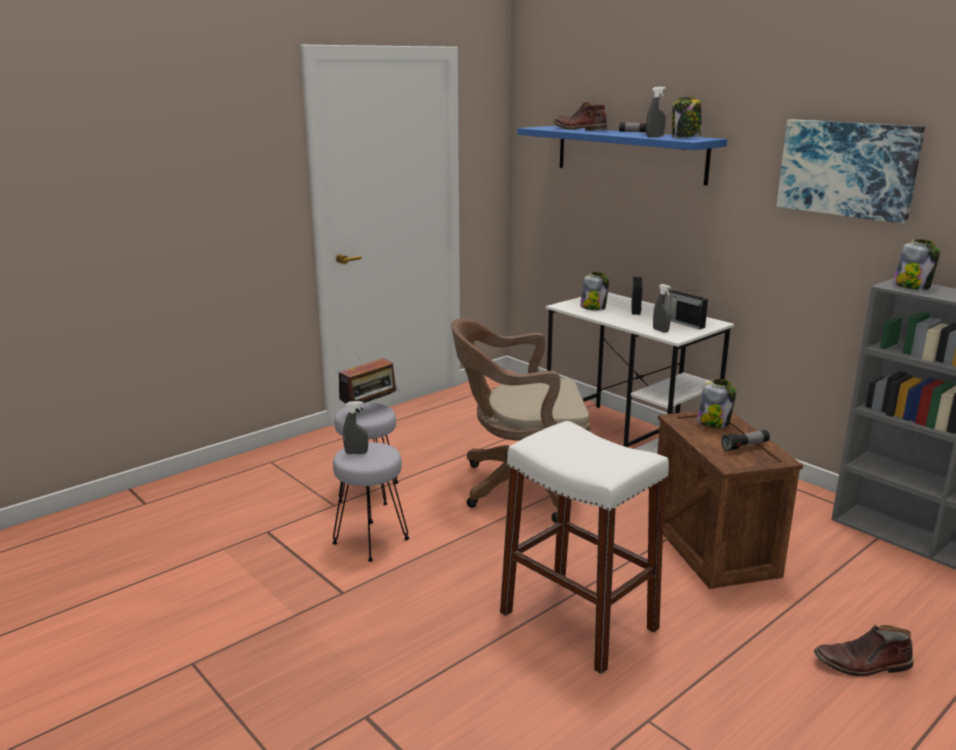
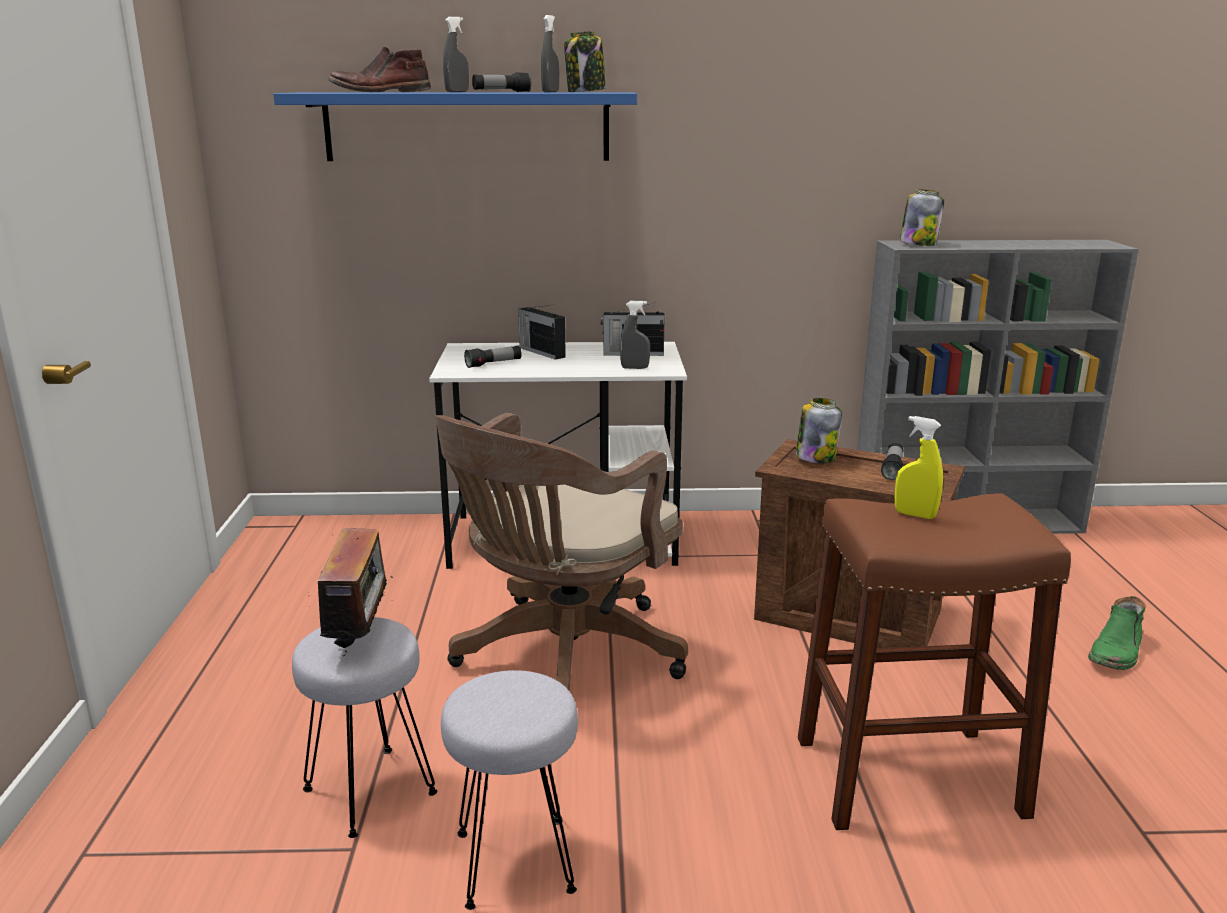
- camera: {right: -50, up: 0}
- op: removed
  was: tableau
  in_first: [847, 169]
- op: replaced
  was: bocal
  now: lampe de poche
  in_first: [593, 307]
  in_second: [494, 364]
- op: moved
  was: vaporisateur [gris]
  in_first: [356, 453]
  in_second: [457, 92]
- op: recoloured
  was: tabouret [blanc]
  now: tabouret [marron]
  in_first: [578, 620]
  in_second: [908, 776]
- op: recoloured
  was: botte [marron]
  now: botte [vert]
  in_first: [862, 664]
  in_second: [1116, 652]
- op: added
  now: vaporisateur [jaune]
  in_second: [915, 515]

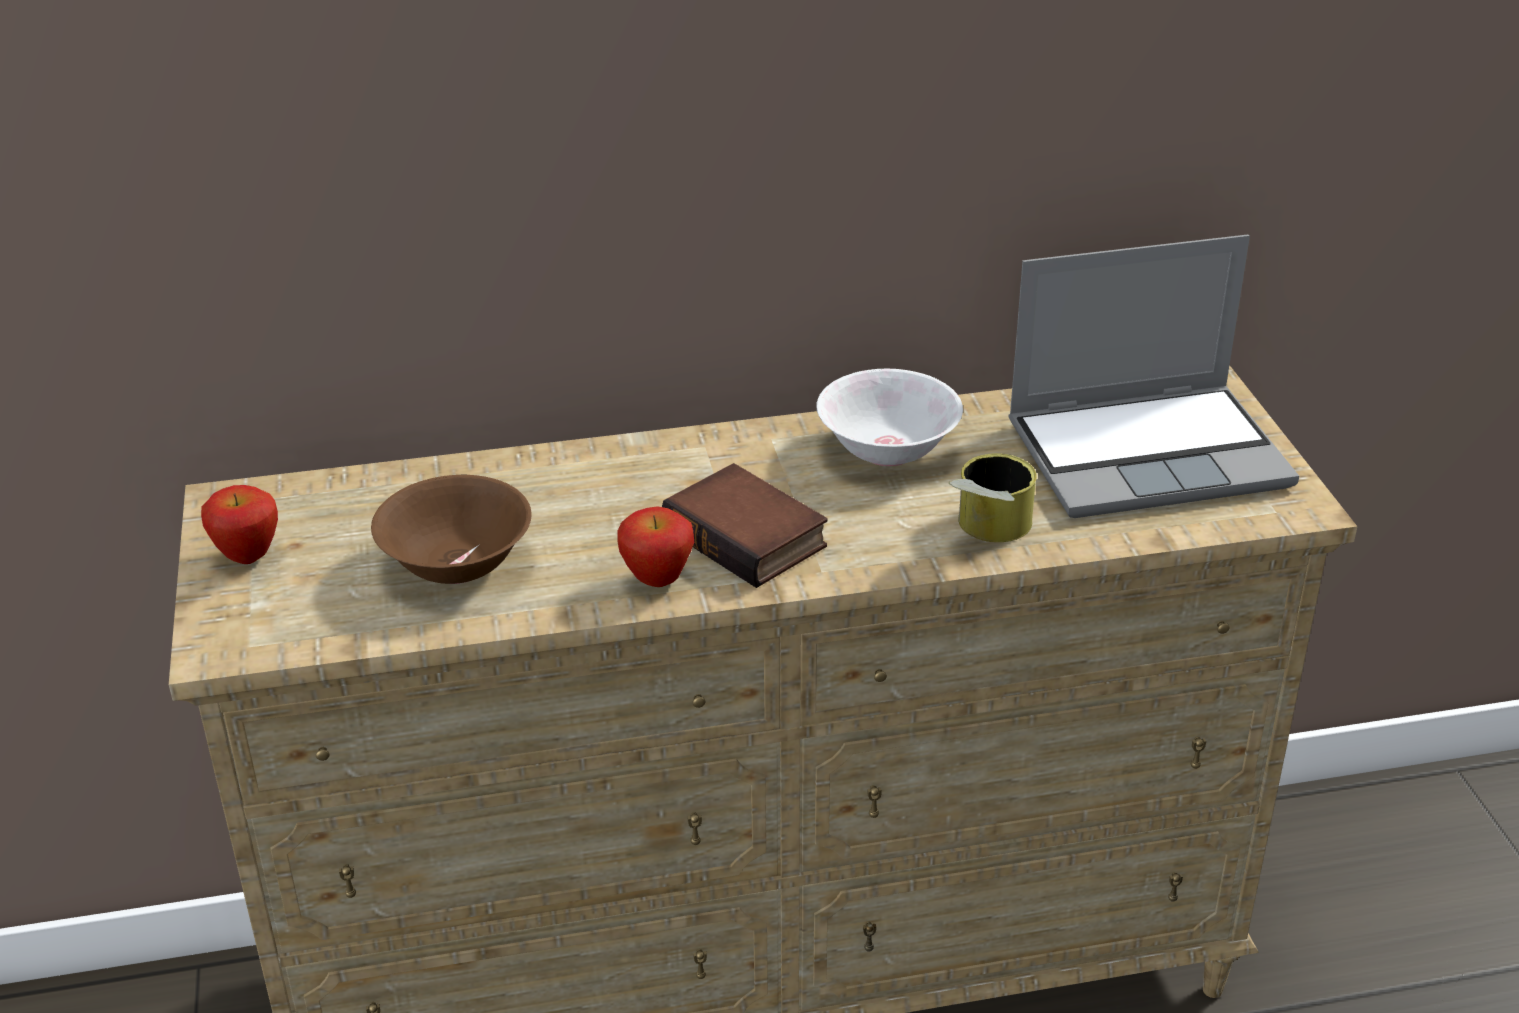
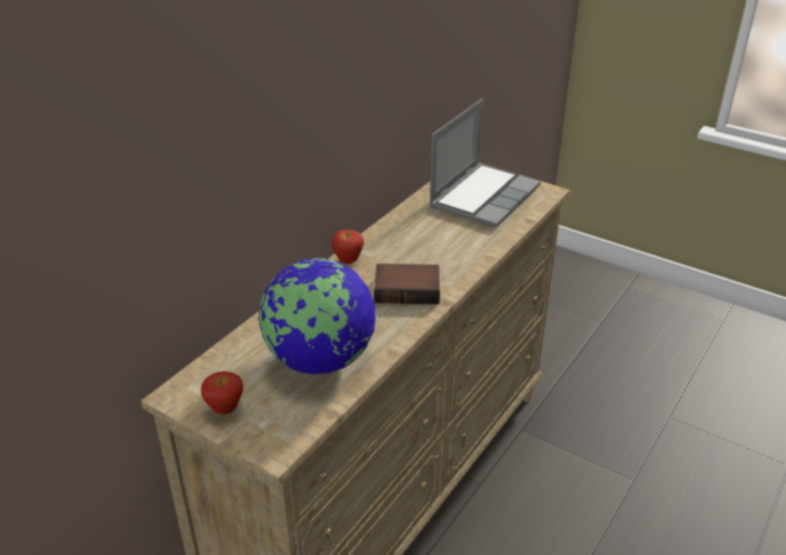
- camera: {right: -45, up: 0}
- op: removed
  was: bol [blanc]
  in_first: [888, 451]
- op: removed
  was: boîte métallique
  in_first: [986, 533]
- op: replaced
  was: bol [marron]
  now: globe
  in_first: [456, 566]
  in_second: [320, 360]
- op: moved
  was: pomme
  in_first: [658, 581]
  in_second: [348, 261]

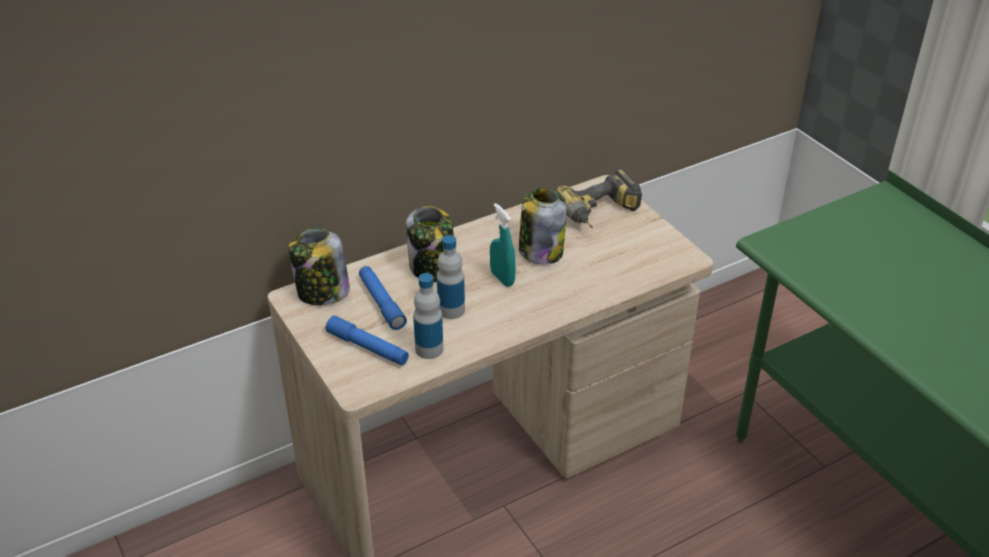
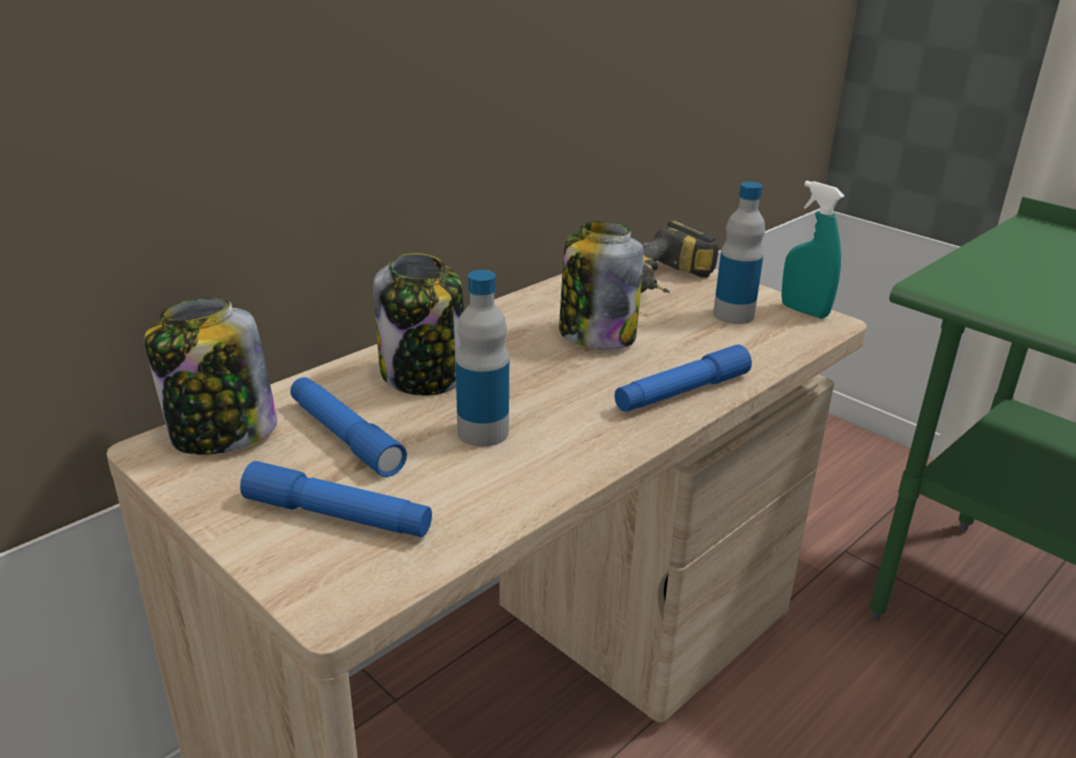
- camera: {right: -15, up: -10}
- op: moved
  was: vaporisateur [turquoise]
  in_first: [502, 278]
  in_second: [804, 311]
- op: moved
  was: bouteille
  in_first: [429, 349]
  in_second: [733, 315]
- op: added
  now: lampe de poche [bleu]
  in_second: [682, 392]

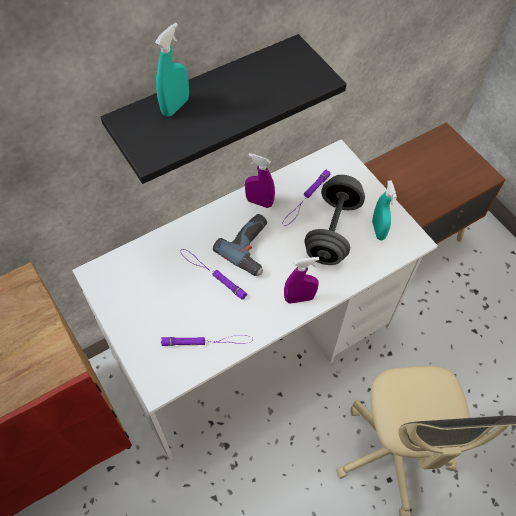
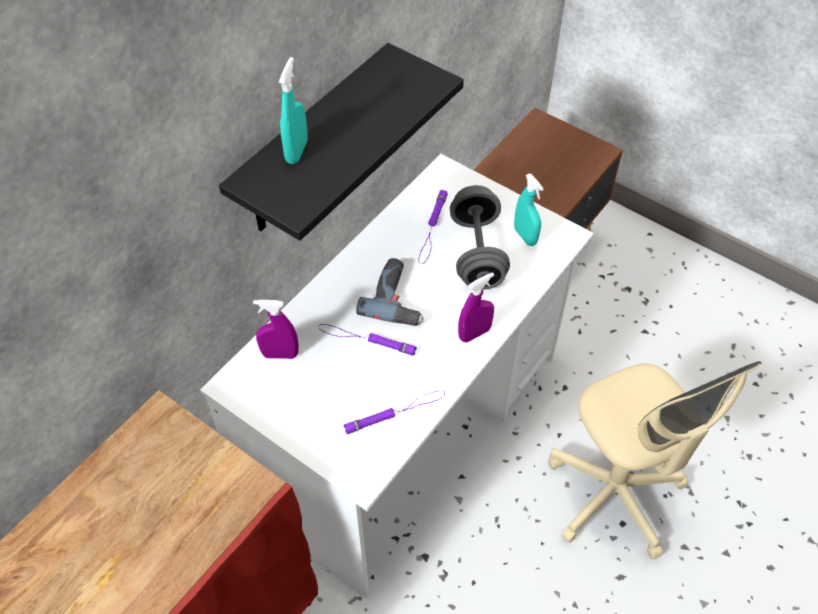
- camera: {right: -20, up: -5}
- op: moved
  was: vaporisateur [violet]
  in_first: [259, 202]
  in_second: [280, 354]

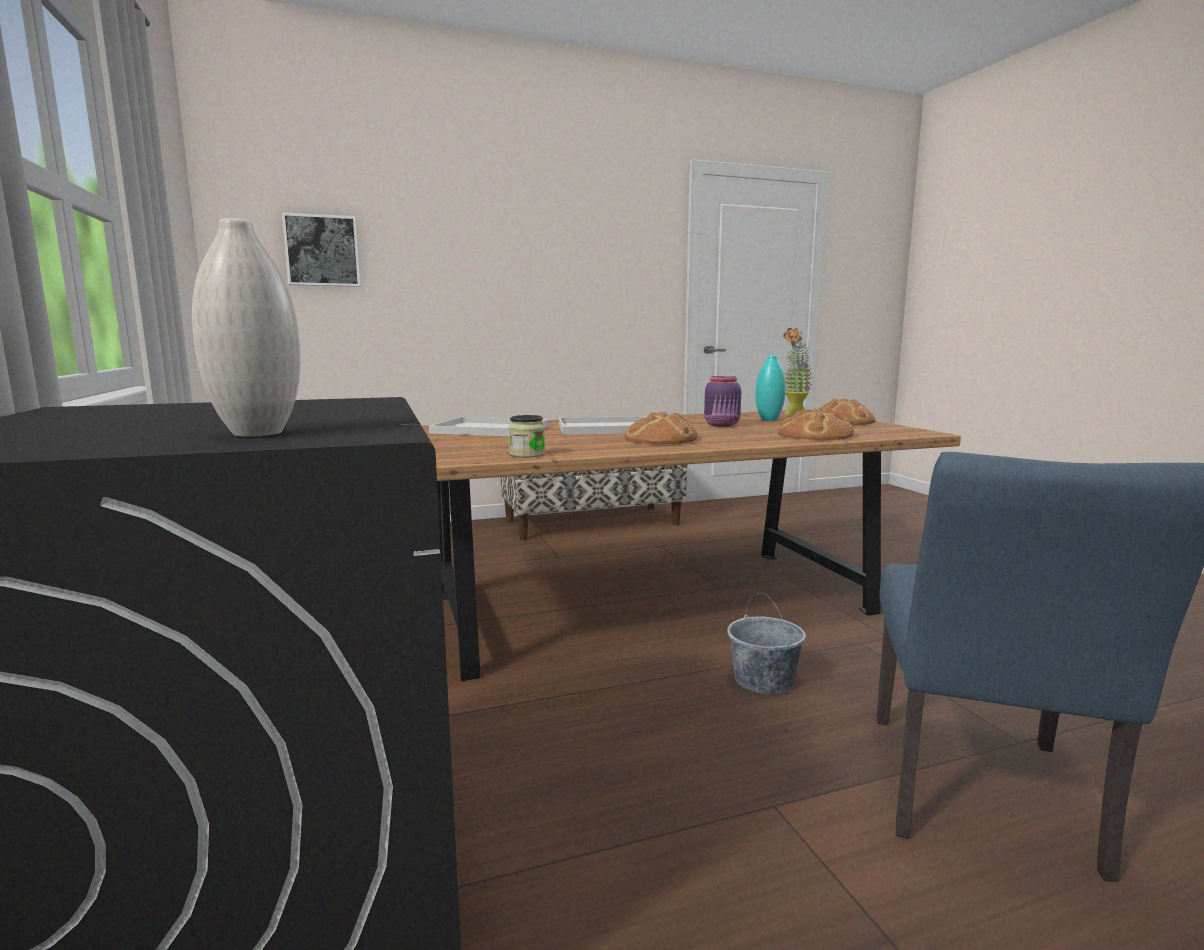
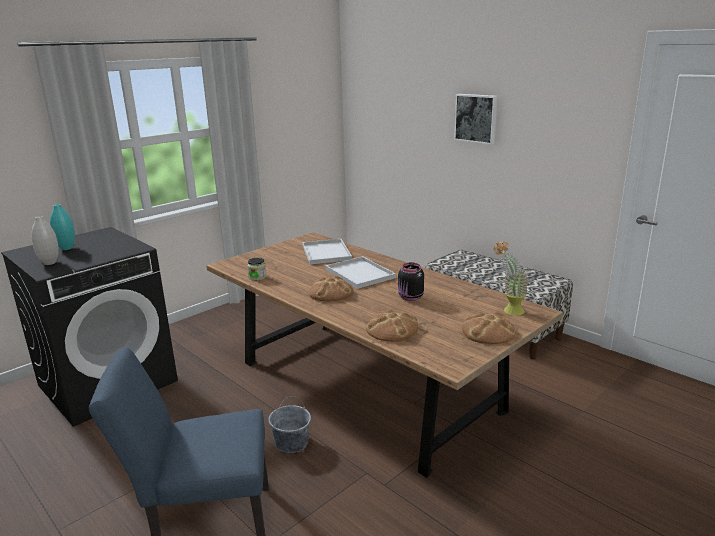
- camera: {right: 65, up: 10}
- op: moved
  was: tableau
  in_first: [322, 251]
  in_second: [476, 118]
- op: moved
  was: vase [turquoise]
  in_first: [769, 420]
  in_second: [66, 248]
- op: recoloured
  was: bocal [violet]
  now: bocal [noir]
  in_first: [722, 425]
  in_second: [410, 298]

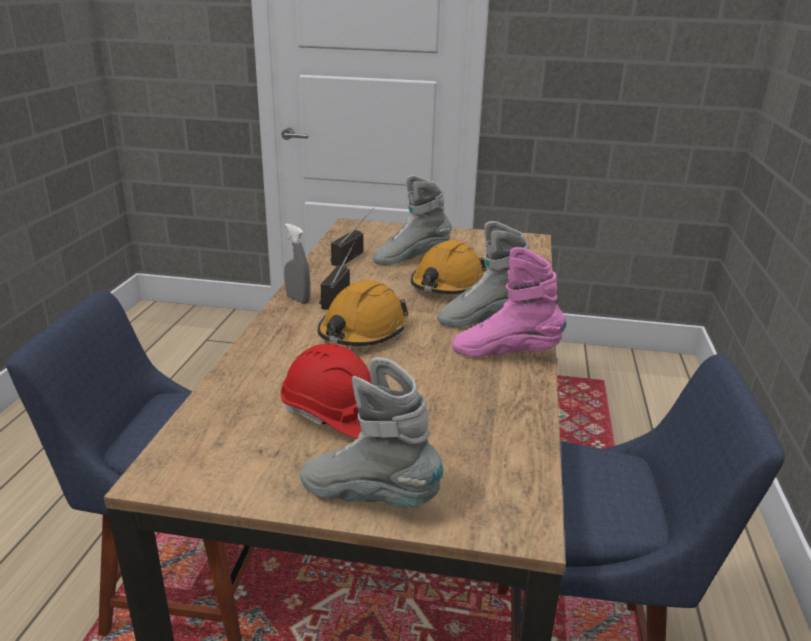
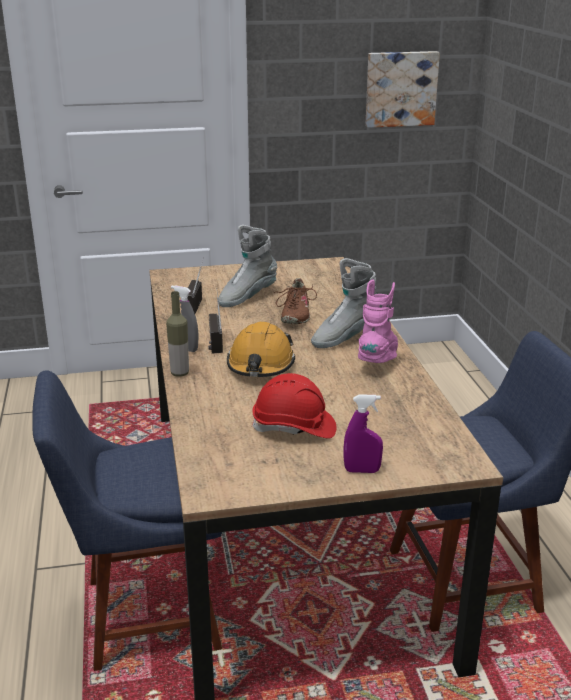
- camera: {right: -20, up: 0}
- op: replaced
  was: casque de chantier [orange]
  now: chaussure [marron]
  in_first: [447, 285]
  in_second: [294, 315]
- op: turned
  was: botte [rose]
  in_first: [505, 353]
  in_second: [379, 360]
  clockwise: 120
- op: replaced
  was: botte [gris]
  now: vaporisateur [violet]
  in_first: [369, 497]
  in_second: [362, 470]
- op: added
  now: tableau
  in_second: [400, 88]
- op: added
  now: bouteille
  in_second: [180, 373]

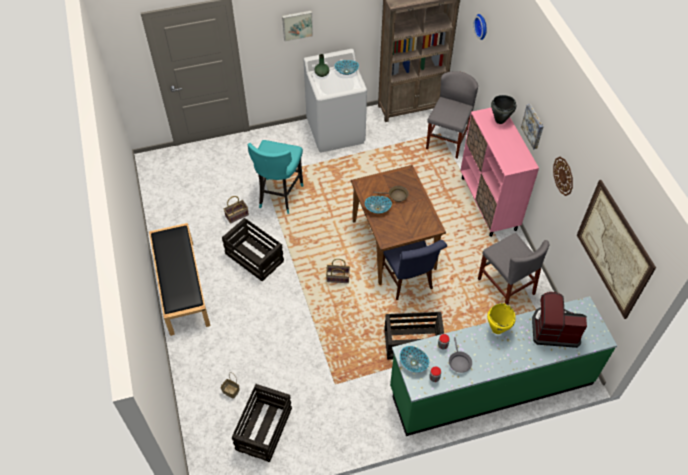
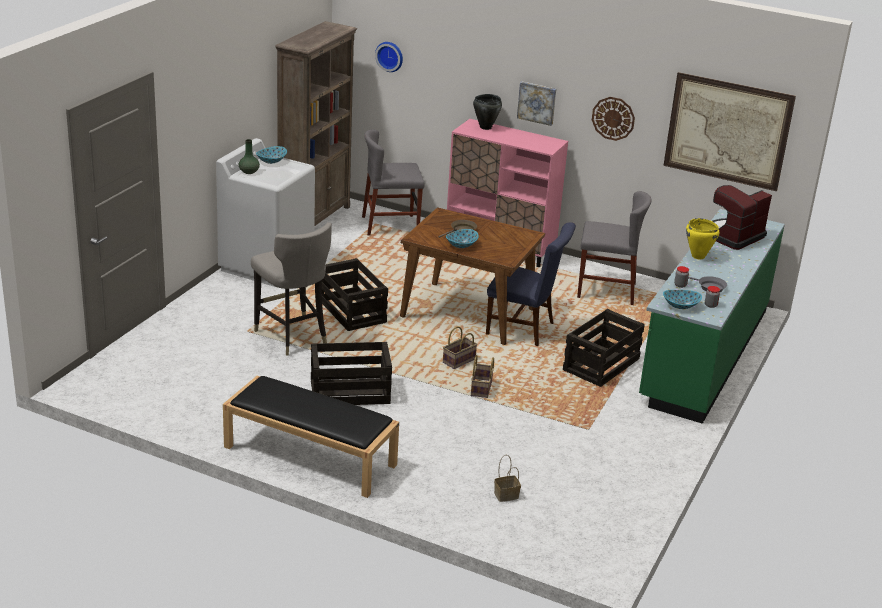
- camera: {right: -50, up: -25}
- op: removed
  was: tableau
  in_first: [297, 25]
- op: turned
  was: chaise [gris]
  in_first: [447, 140]
  in_second: [390, 225]
  clockwise: -75
- op: recoloured
  was: tabouret [turquoise]
  now: tabouret [gris]
  in_first: [279, 196]
  in_second: [292, 337]
- op: moved
  was: panier
  in_first: [236, 216]
  in_second: [481, 389]
- op: moved
  was: caisse
  in_first: [264, 428]
  in_second: [351, 311]

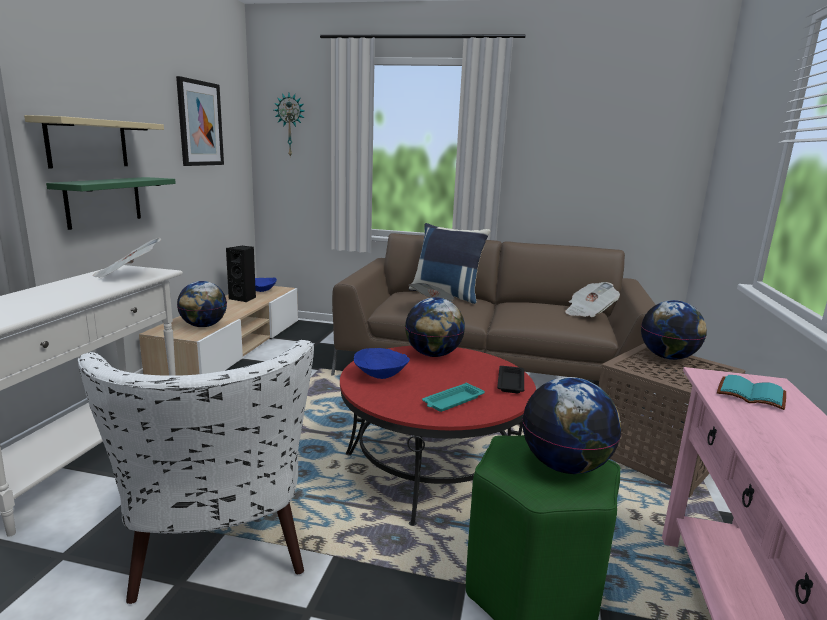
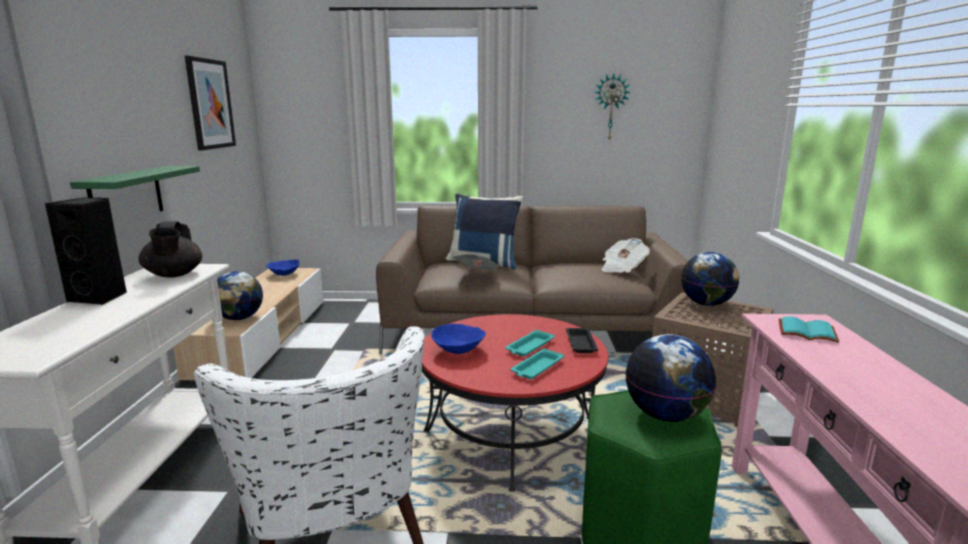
- camera: {right: -10, up: 0}
- op: moved
  was: horloge murale
  in_first: [290, 125]
  in_second: [610, 107]
- op: removed
  was: étagère [beige]
  in_first: [87, 143]
- op: replaced
  was: journal
  now: théière [noir]
  in_first: [127, 275]
  in_second: [174, 275]
- op: moved
  was: enceinte [noir]
  in_first: [244, 298]
  in_second: [100, 297]
- op: removed
  was: globe
  in_first: [433, 355]
- op: added
  now: plateau [turquoise]
  in_second: [529, 347]

